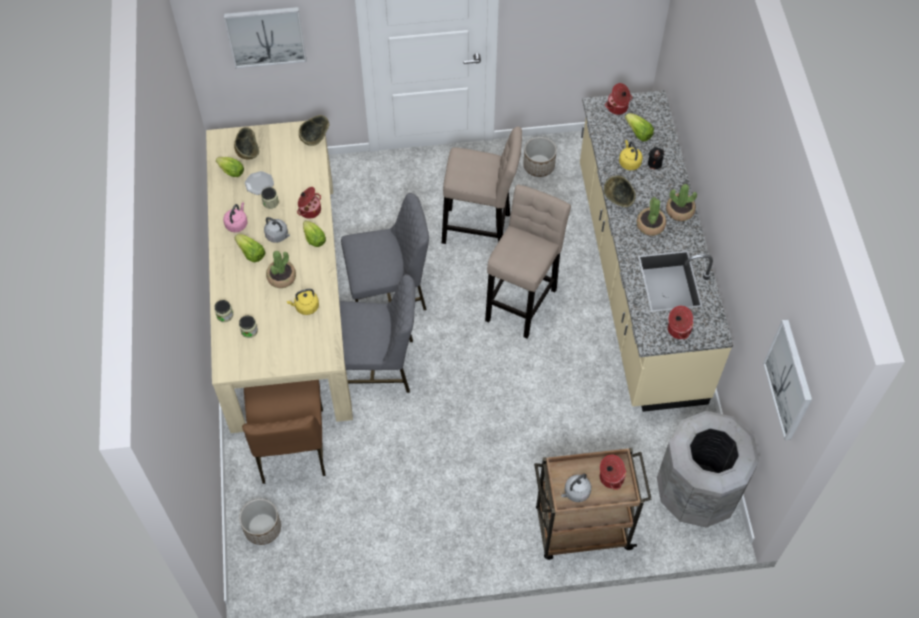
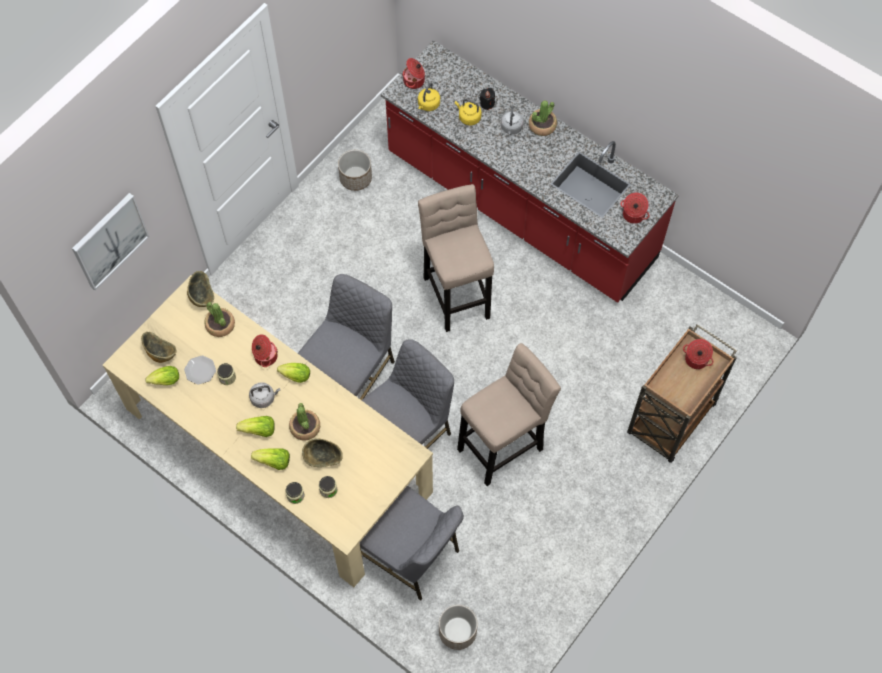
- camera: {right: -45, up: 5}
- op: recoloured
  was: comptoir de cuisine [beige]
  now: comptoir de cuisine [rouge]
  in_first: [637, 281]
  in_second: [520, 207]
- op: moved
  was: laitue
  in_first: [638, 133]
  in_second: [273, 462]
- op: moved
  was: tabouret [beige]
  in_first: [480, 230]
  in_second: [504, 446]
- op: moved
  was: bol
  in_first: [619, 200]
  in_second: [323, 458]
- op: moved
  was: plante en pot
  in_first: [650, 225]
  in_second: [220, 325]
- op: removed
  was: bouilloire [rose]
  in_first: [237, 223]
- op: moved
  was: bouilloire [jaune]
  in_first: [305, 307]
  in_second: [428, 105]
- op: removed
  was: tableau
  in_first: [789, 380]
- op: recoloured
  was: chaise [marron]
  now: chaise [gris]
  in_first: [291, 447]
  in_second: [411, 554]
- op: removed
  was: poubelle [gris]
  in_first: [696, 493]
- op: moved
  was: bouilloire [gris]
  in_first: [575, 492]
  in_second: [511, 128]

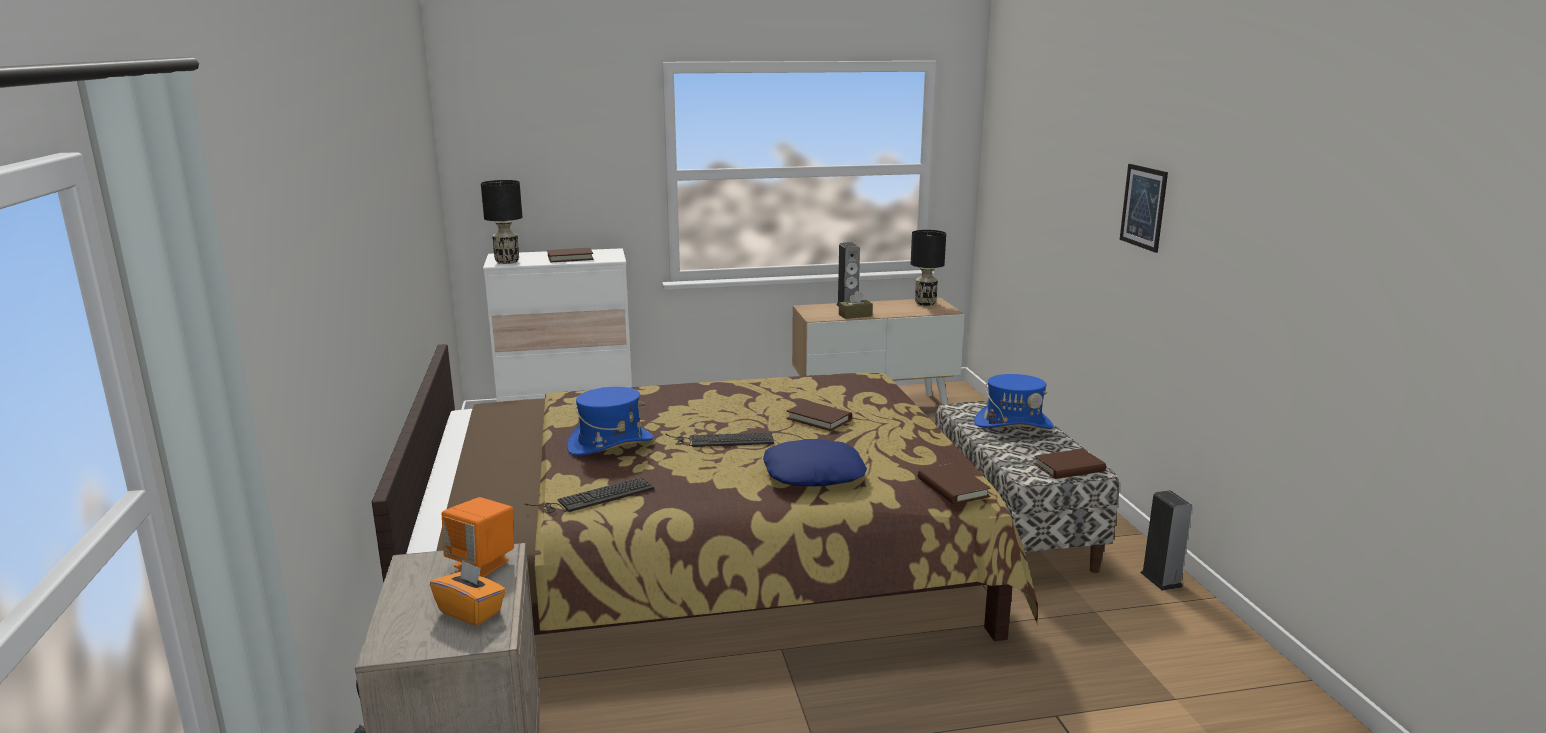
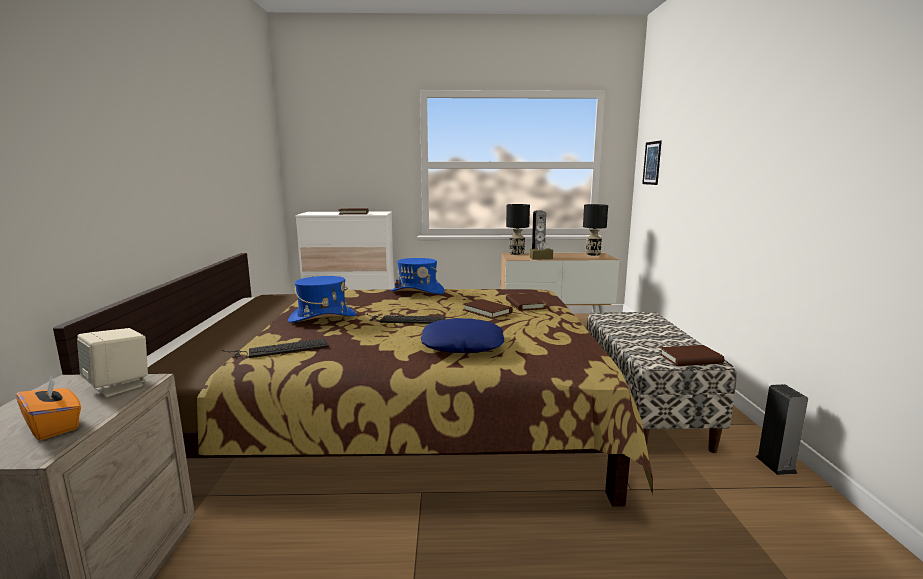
- camera: {right: 10, up: -5}
- op: moved
  was: tableau
  in_first: [1143, 207]
  in_second: [652, 163]
- op: moved
  was: lampe de table [noir]
  in_first: [506, 262]
  in_second: [516, 254]
- op: moved
  was: chapeau [bleu]
  in_first: [1013, 424]
  in_second: [417, 292]
- op: moved
  was: livre [marron]
  in_first: [952, 488]
  in_second: [524, 304]
- op: recoloured
  was: enceinte [orange]
  now: enceinte [beige]
  in_first: [482, 563]
  in_second: [119, 386]

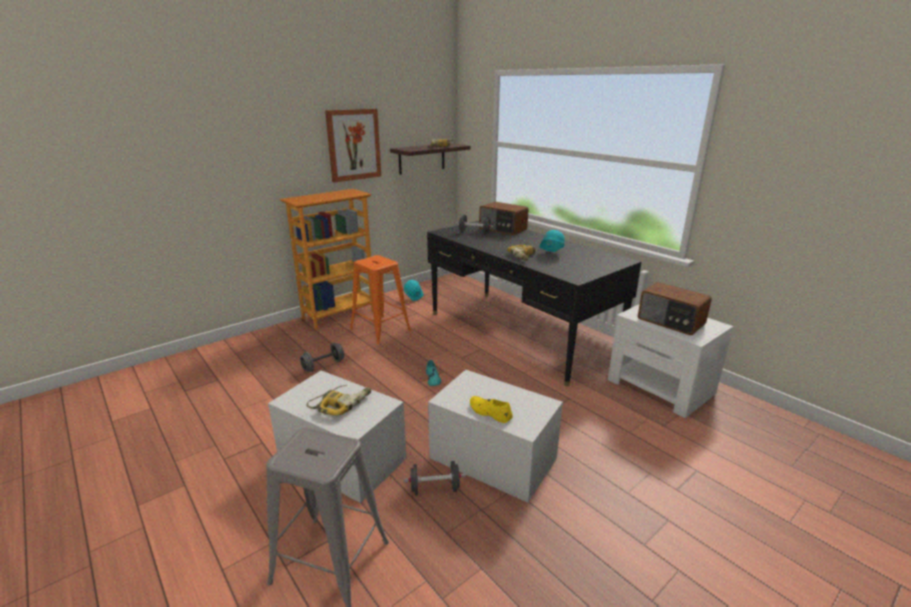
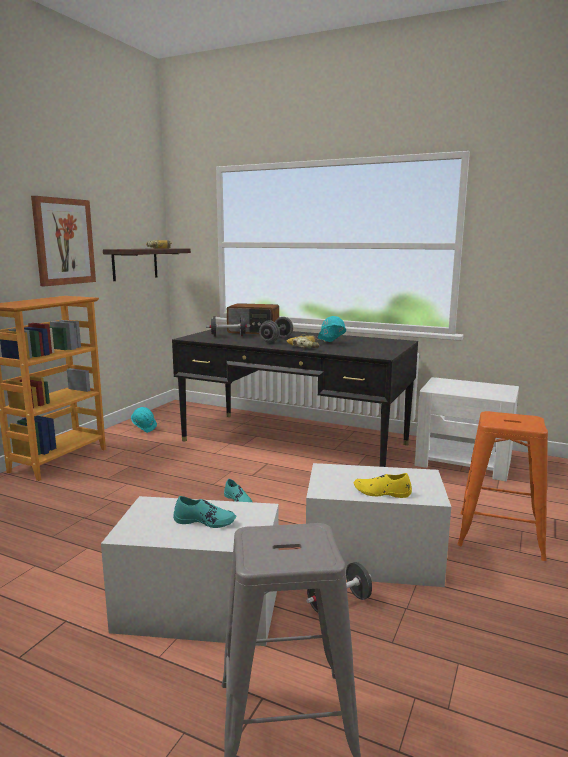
- camera: {right: -25, up: -10}
- op: moved
  was: tabouret [orange]
  in_first: [380, 329]
  in_second: [499, 535]
- op: removed
  was: radio
  in_first: [670, 322]
- op: moved
  was: haltère [gris]
  in_first: [323, 365]
  in_second: [276, 339]
- op: replaced
  was: perceuse
  now: chaussure [turquoise]
  in_first: [341, 403]
  in_second: [205, 521]

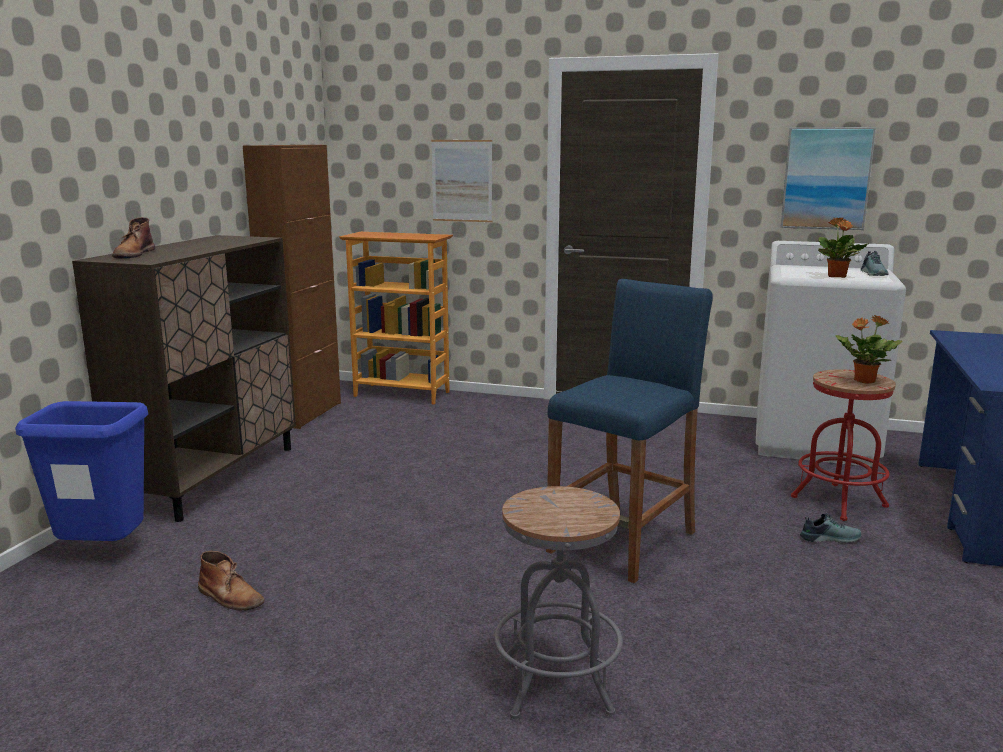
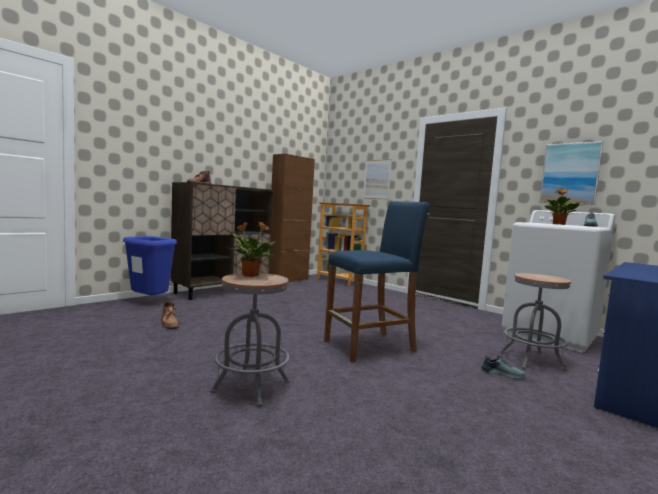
- camera: {right: 25, up: -10}
- op: moved
  was: plante en pot
  in_first: [863, 381]
  in_second: [250, 275]
- op: recoloured
  was: tabouret [rouge]
  now: tabouret [gris]
  in_first: [838, 502]
  in_second: [532, 360]

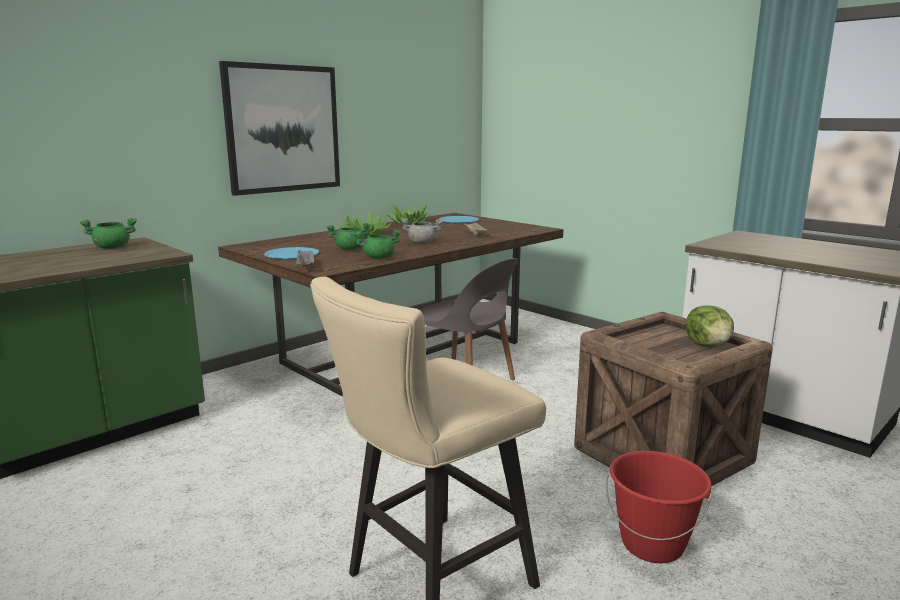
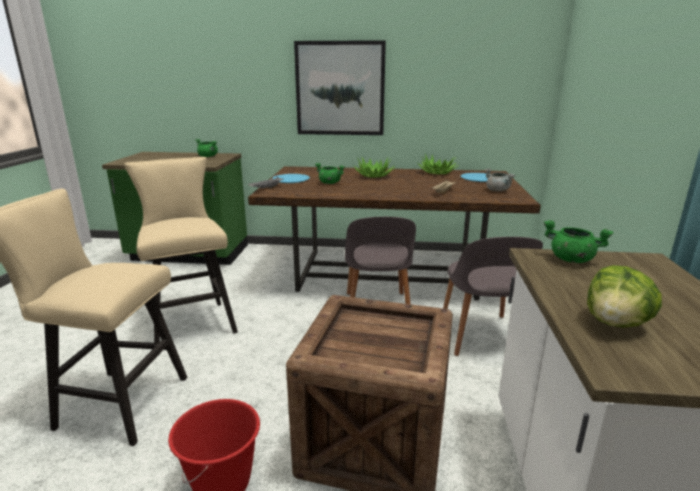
- camera: {right: 50, up: 5}
- op: moved
  was: marmite [gris]
  in_first: [422, 242]
  in_second: [498, 190]
- op: moved
  was: marmite [vert]
  in_first: [378, 257]
  in_second: [571, 259]
- op: moved
  was: laitue
  in_first: [708, 345]
  in_second: [616, 323]
- op: added
  now: tabouret [beige]
  in_second: [192, 322]
- op: added
  now: chaise [gris]
  in_second: [481, 336]

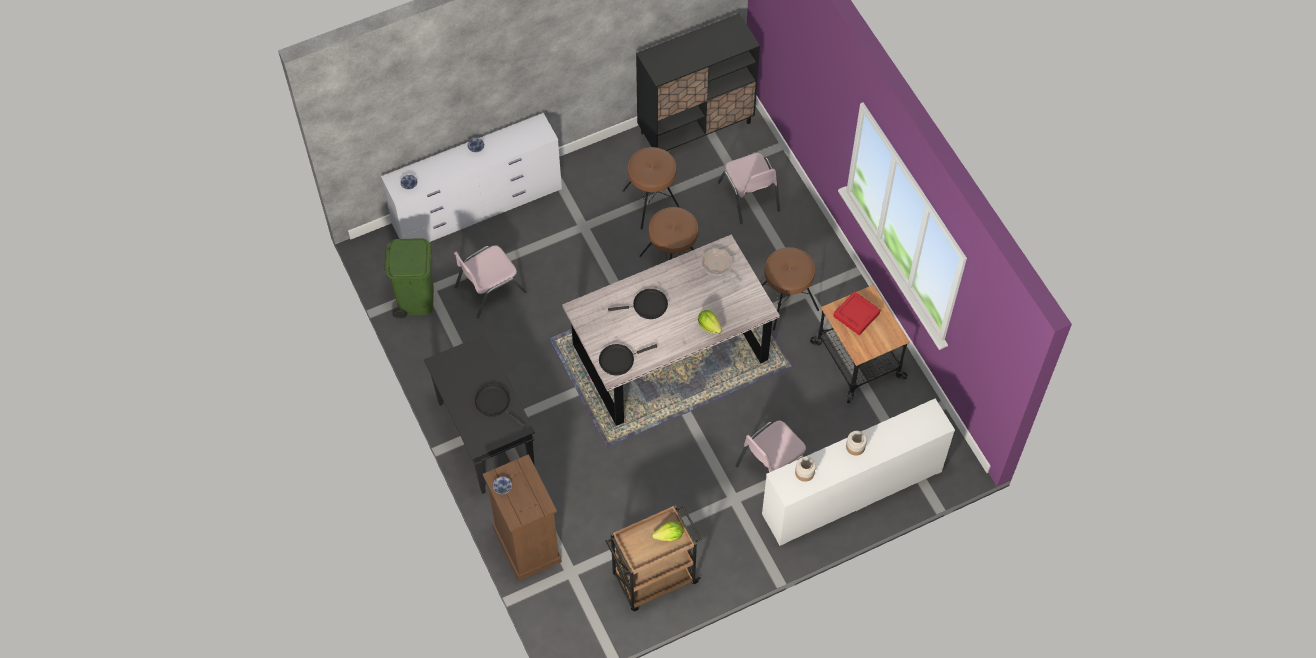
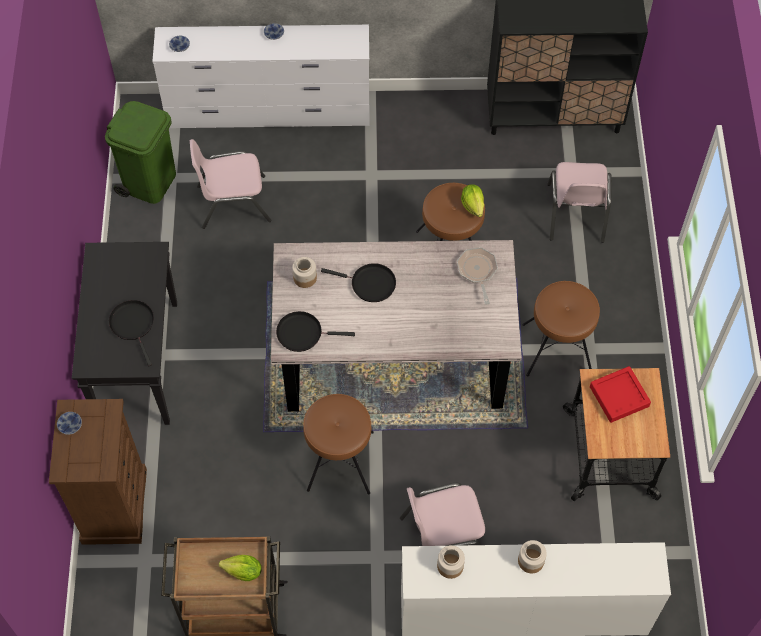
- camera: {right: 25, up: 0}
- op: moved
  was: tabouret [marron]
  in_first: [652, 202]
  in_second: [339, 461]
- op: moved
  was: laitue
  in_first: [709, 326]
  in_second: [473, 205]
- op: added
  now: bocal
  in_second: [304, 278]

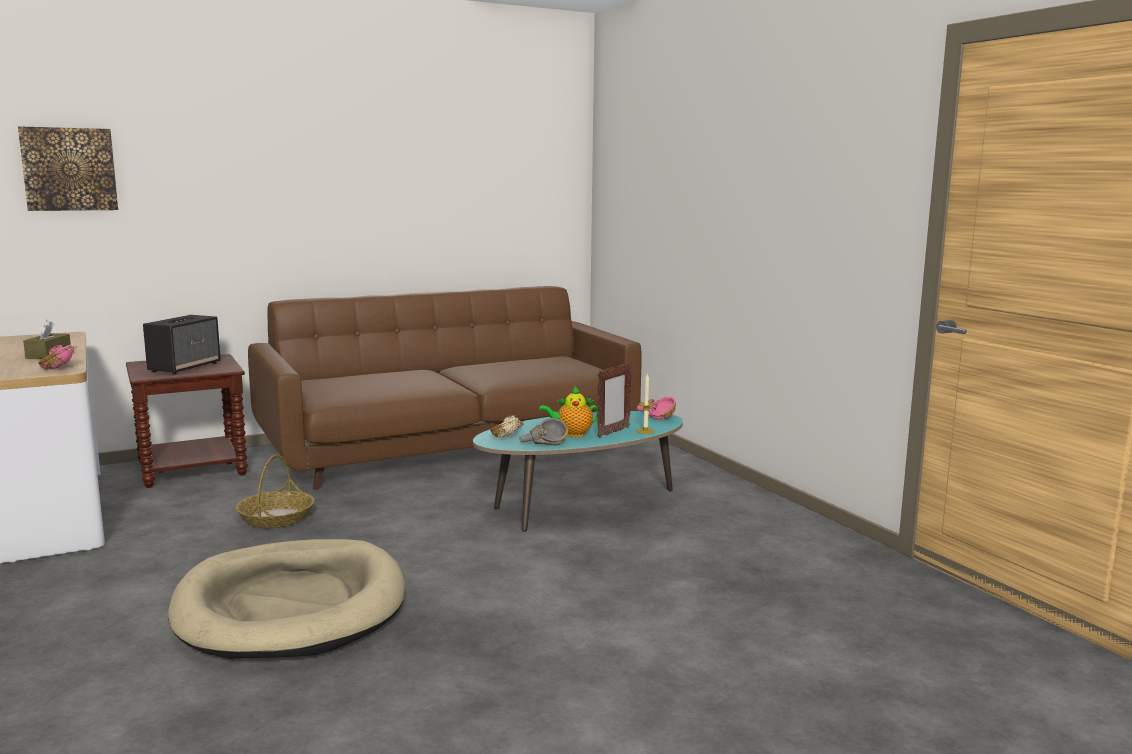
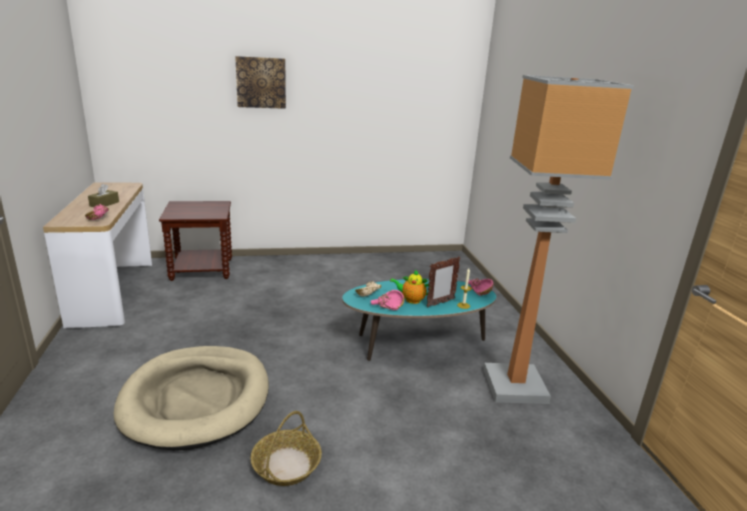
- camera: {right: 15, up: 10}
- op: moved
  was: tableau
  in_first: [69, 169]
  in_second: [261, 82]
- op: removed
  was: canapé [marron]
  in_first: [451, 448]
- op: removed
  was: enceinte
  in_first: [185, 367]
- op: recoloured
  was: bol [gris]
  now: bol [rose]
  in_first: [544, 444]
  in_second: [387, 307]
- op: moved
  was: panier
  in_first: [276, 518]
  in_second: [286, 464]
- op: added
  now: lampadaire
  in_second: [515, 385]

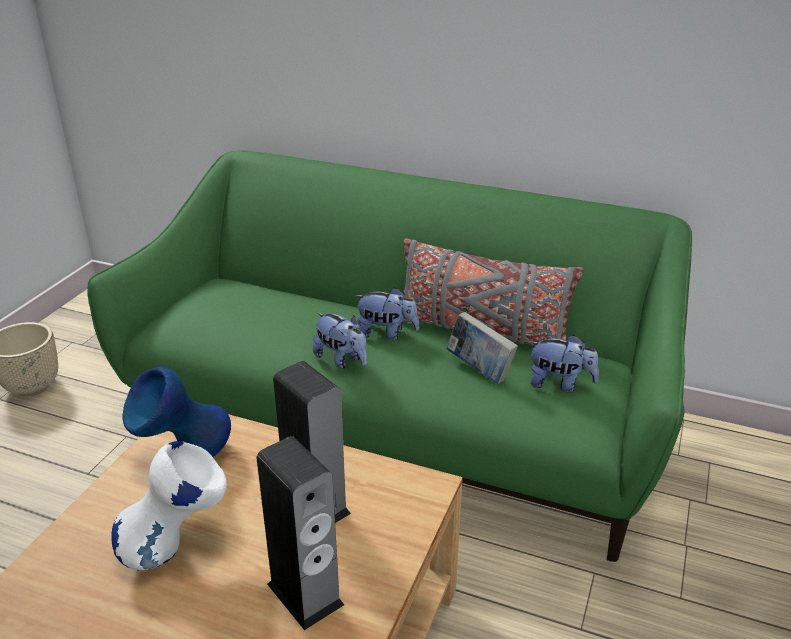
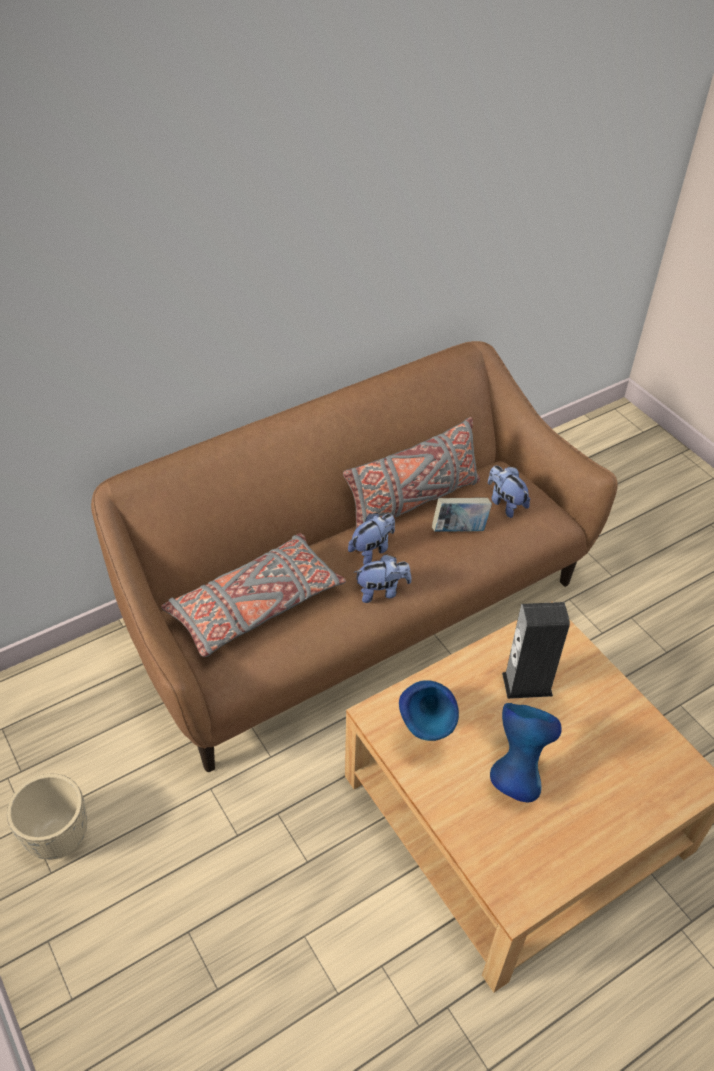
- camera: {right: -55, up: 15}
- op: recoloured
  was: canapé [vert]
  now: canapé [marron]
  in_first: [395, 424]
  in_second: [355, 609]
- op: turned
  was: peluche
  in_first: [559, 384]
  in_second: [505, 503]
  clockwise: -90
- op: removed
  was: enceinte
  in_first: [305, 594]
- op: recoloured
  was: vase [blanc]
  now: vase [bleu]
  in_first: [178, 548]
  in_second: [516, 772]
- op: added
  now: coussin [gris]
  in_second: [255, 606]

